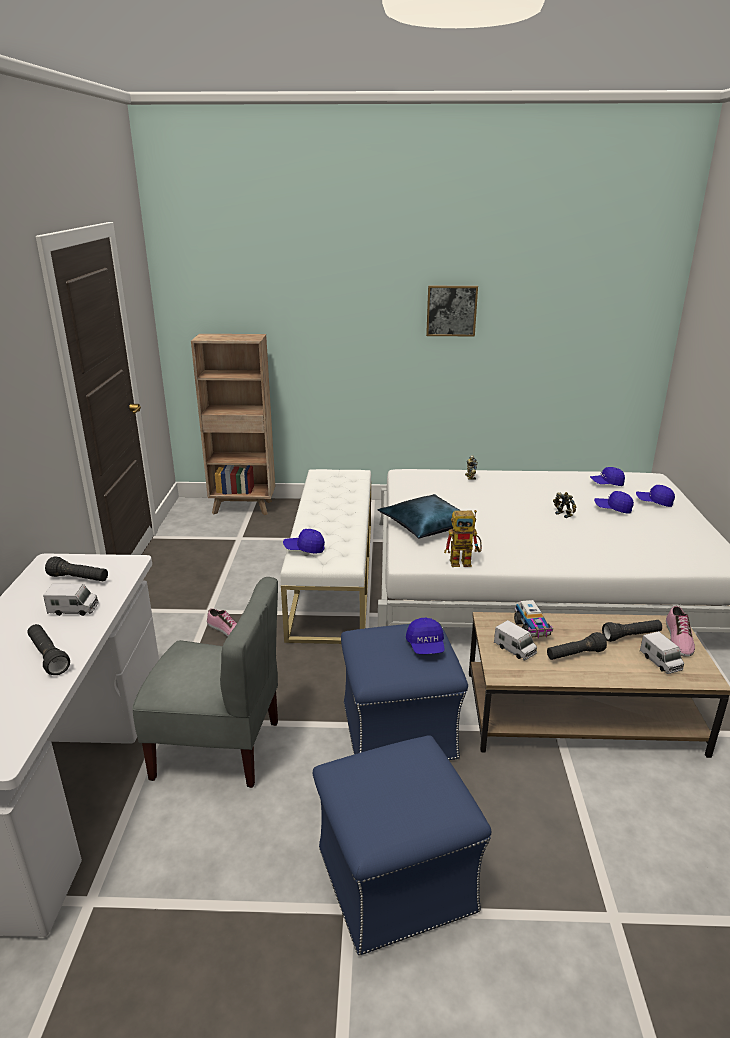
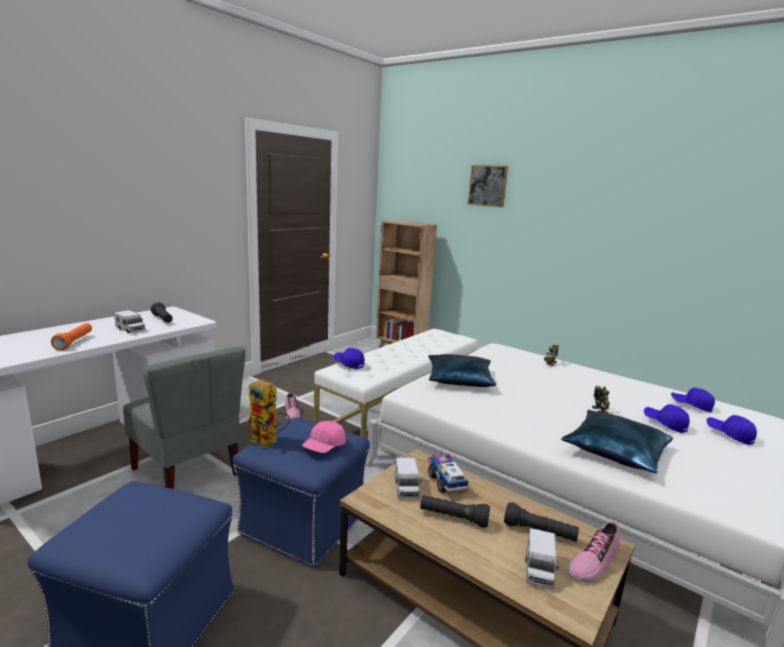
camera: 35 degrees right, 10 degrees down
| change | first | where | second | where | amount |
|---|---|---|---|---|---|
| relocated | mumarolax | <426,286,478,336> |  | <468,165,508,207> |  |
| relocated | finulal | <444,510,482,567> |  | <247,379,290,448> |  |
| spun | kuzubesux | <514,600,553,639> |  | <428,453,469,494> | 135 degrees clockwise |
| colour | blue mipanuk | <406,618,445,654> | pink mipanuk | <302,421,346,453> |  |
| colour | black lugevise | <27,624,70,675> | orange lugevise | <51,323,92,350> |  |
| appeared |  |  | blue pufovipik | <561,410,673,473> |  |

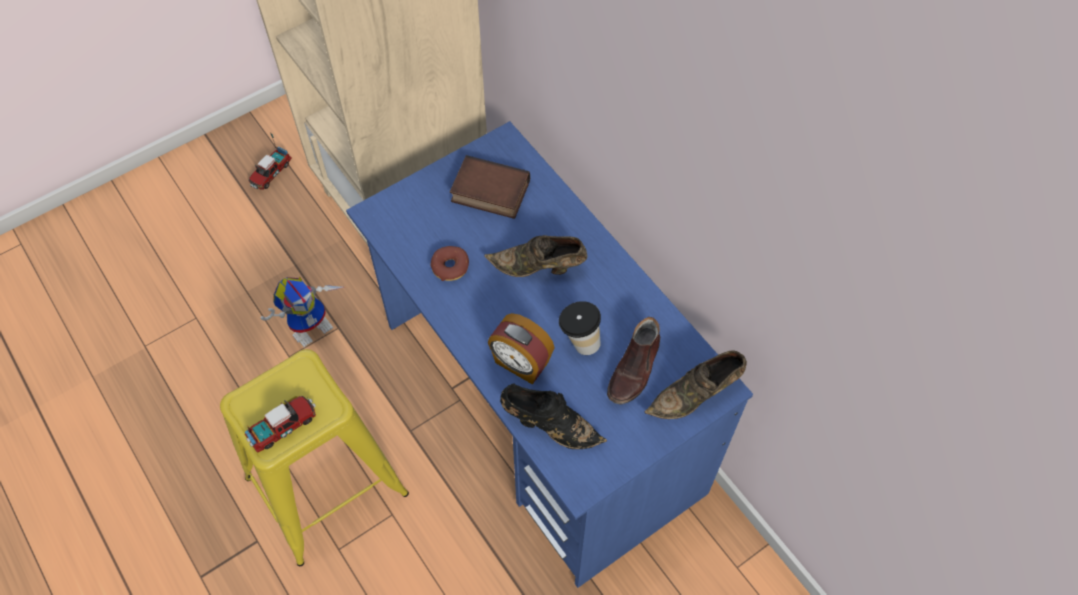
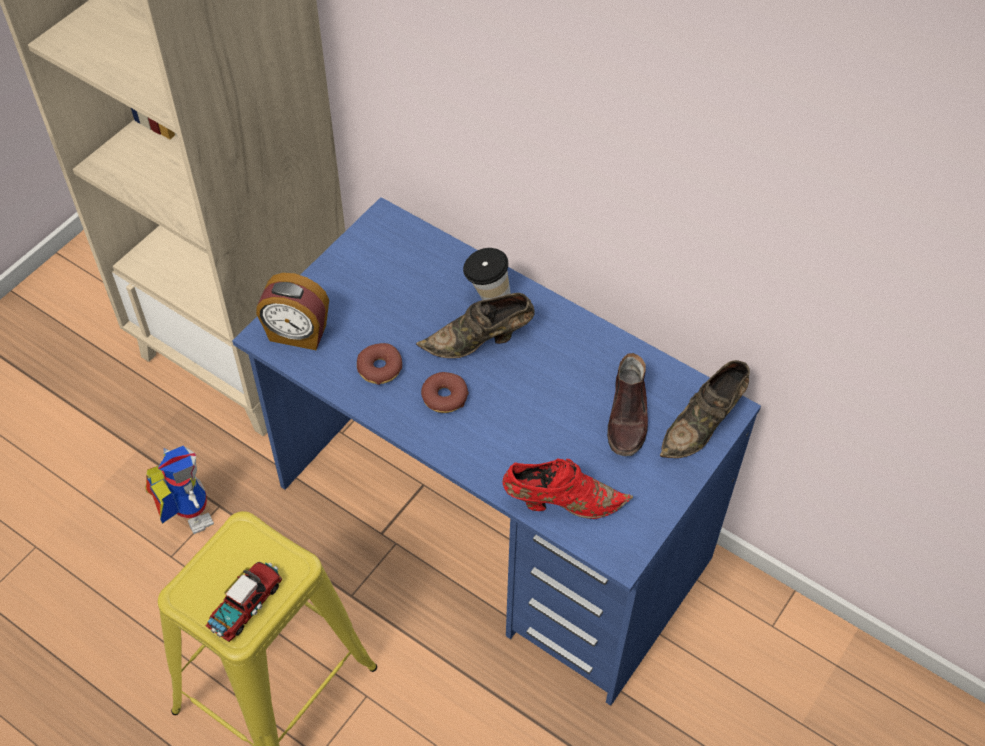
camera: 20 degrees left, 5 degrees down
| change | first | where | second | where | amount |
|---|---|---|---|---|---|
| missing | kuzubesux | <249,132,292,190> |  |  |  |
| missing | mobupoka | <450,155,530,219> |  |  |  |
| spun | finulal | <261,277,344,347> |  | <145,445,214,534> | 60 degrees counterclockwise |
| relocated | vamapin | <559,301,601,355> |  | <463,248,511,300> |  |
| relocated | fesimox | <488,313,555,385> |  | <256,273,329,350> |  |
| colour | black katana | <500,383,607,449> | red katana | <502,458,633,519> |  |
| appeared |  |  | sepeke | <421,372,469,413> |  |

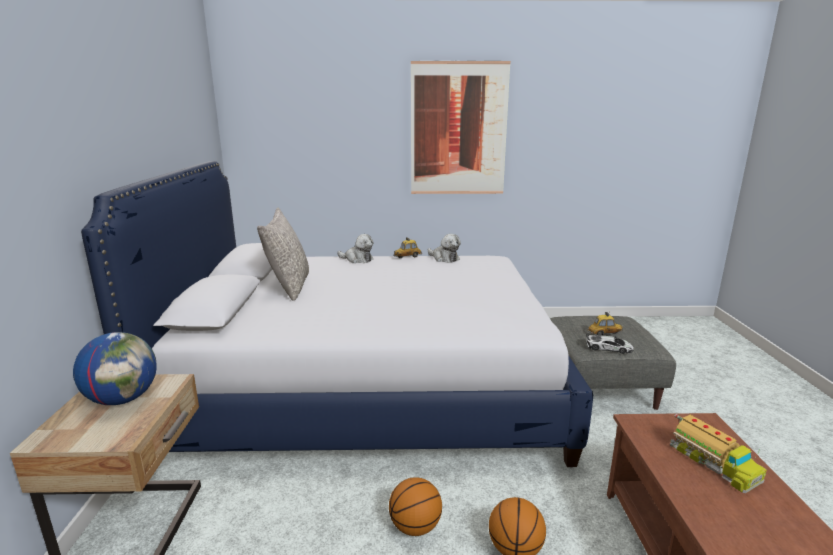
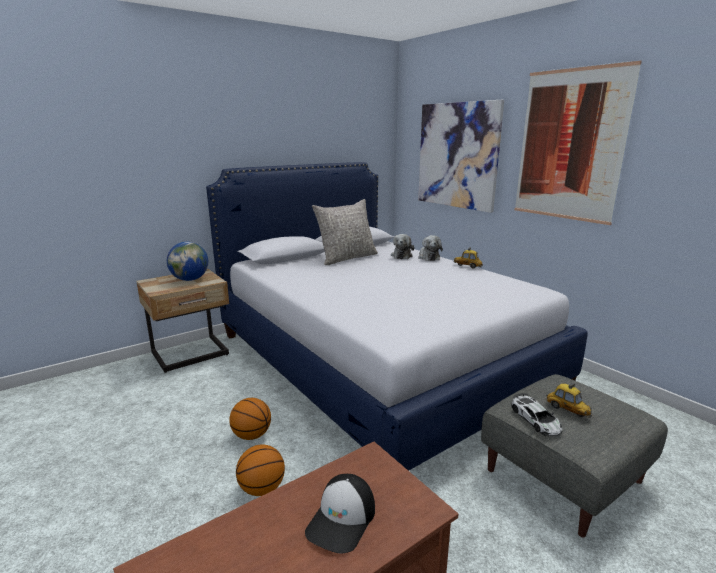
camera: 55 degrees right, 0 degrees up
| change | first | where | second | where | amount |
|---|---|---|---|---|---|
| relocated | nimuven | <428,234,461,263> |  | <391,234,415,259> |  |
| exchanged | kuzubesux | <670,414,767,493> | mipanuk | <305,474,375,553> |  |
| appeared |  |  | mumarolax | <418,100,504,213> |  |

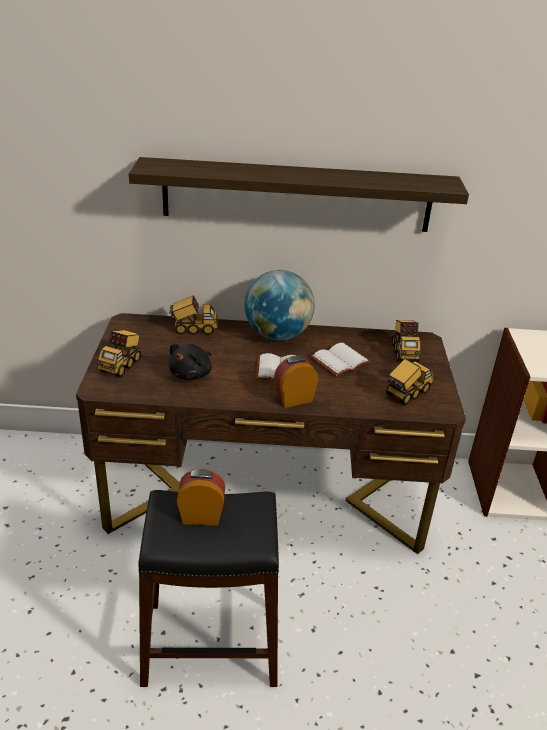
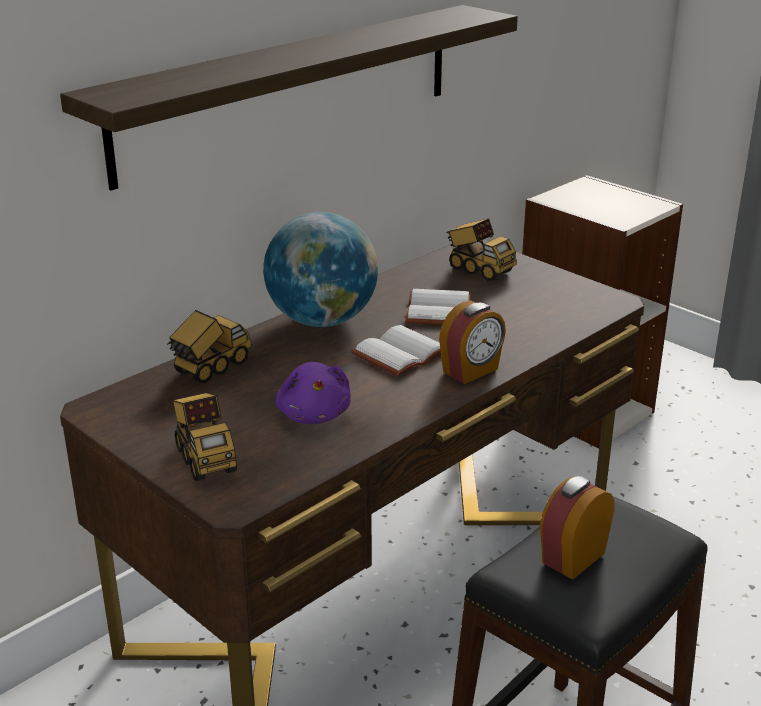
camera: 45 degrees left, 5 degrees down
| change | first | where | second | where | amount |
|---|---|---|---|---|---|
| colour | black nimuven | <168,343,212,380> | purple nimuven | <276,362,351,424> |  |
| spun | fesimox | <274,355,319,408> |  | <439,301,506,384> | 150 degrees counterclockwise |
| missing | kuzubesux | <386,358,434,405> |  |  |  |

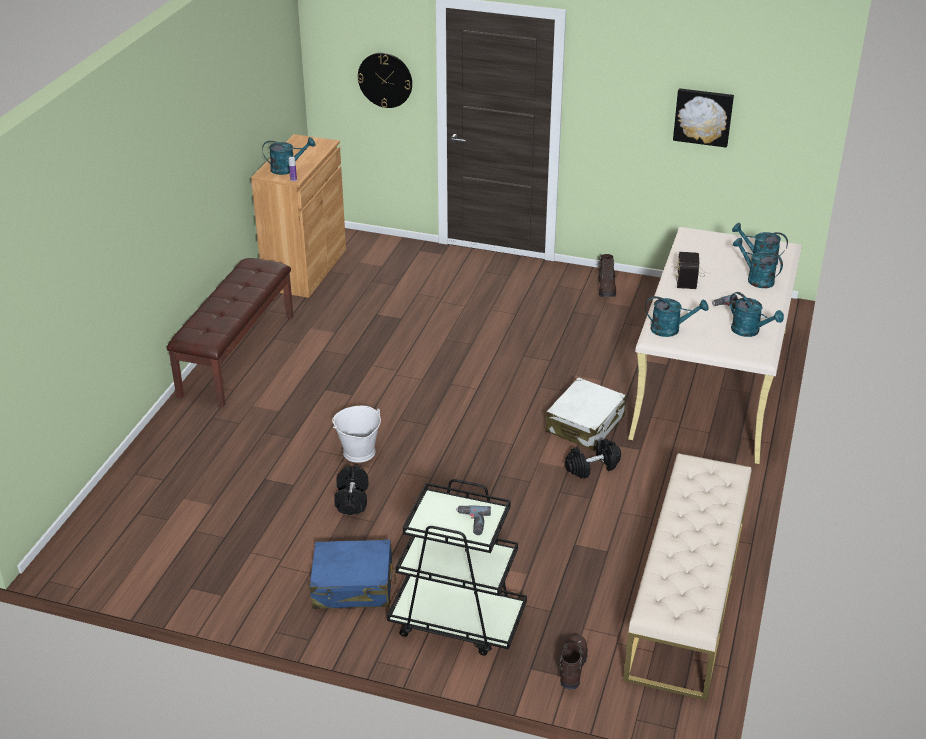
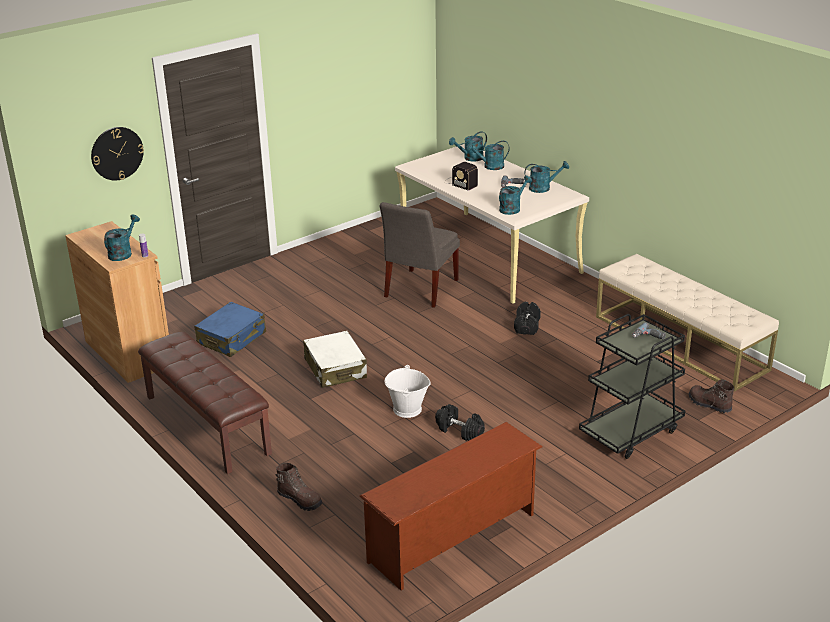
camera: 55 degrees left, 5 degrees down
| change | first | where | second | where | amount |
|---|---|---|---|---|---|
| missing | mumarolax | <673,88,734,148> |  |  |  |
| relocated | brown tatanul | <598,254,616,297> |  | <276,463,322,511> |  |
| relocated | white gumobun | <545,377,626,451> |  | <303,331,367,388> |  |
| relocated | blue gumobun | <309,539,397,609> |  | <194,302,266,357> |  |
| appeared |  |  | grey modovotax | <379,202,460,308> |  |
| appeared |  |  | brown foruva | <359,422,543,590> |  |

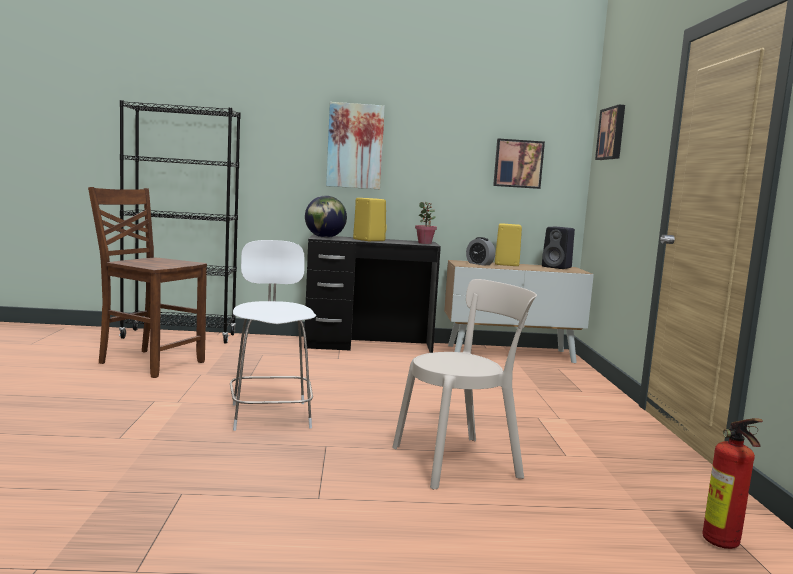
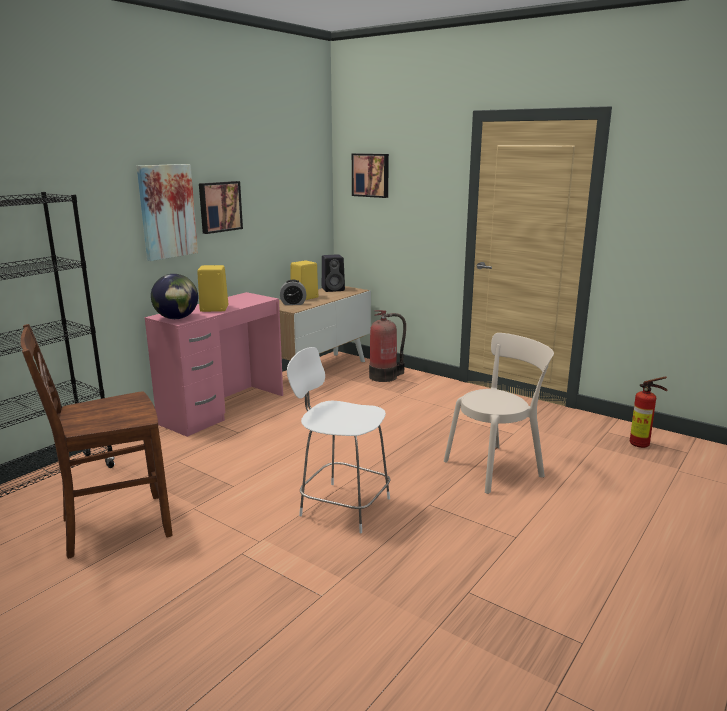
camera: 50 degrees left, 10 degrees up
| change | first | where | second | where | amount |
|---|---|---|---|---|---|
| relocated | mumarolax | <493,138,545,189> |  | <199,181,243,234> |  |
| missing | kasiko | <415,202,437,244> |  |  |  |
| colour | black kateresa | <304,235,441,353> | pink kateresa | <145,292,283,437> |  |
| spun | beige modovotax | <392,279,537,489> |  | <444,333,554,494> | 45 degrees clockwise |
| appeared |  |  | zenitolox | <369,310,406,382> |  |

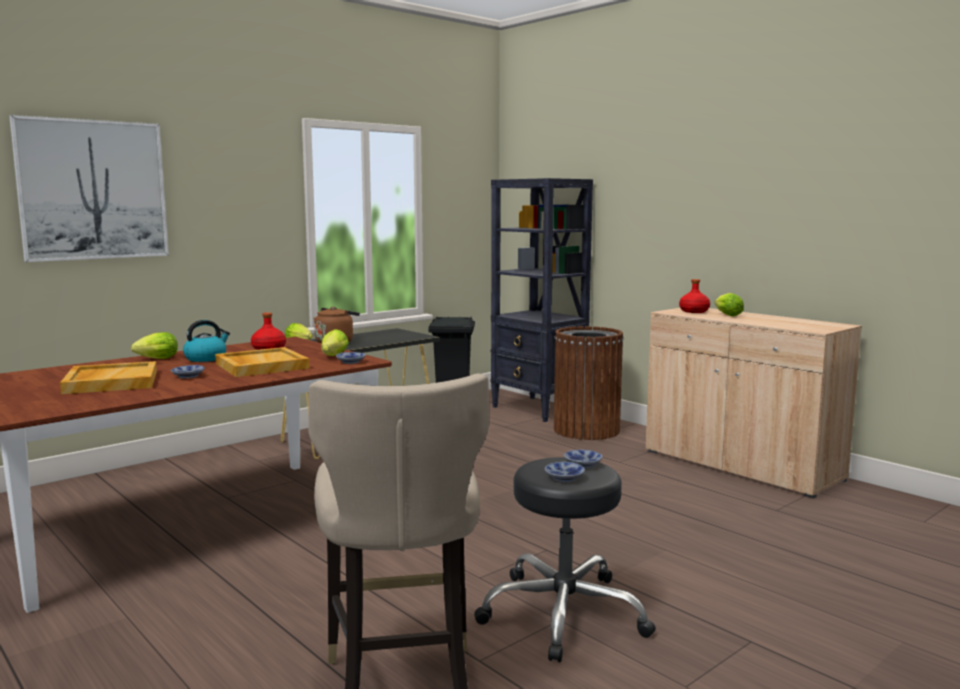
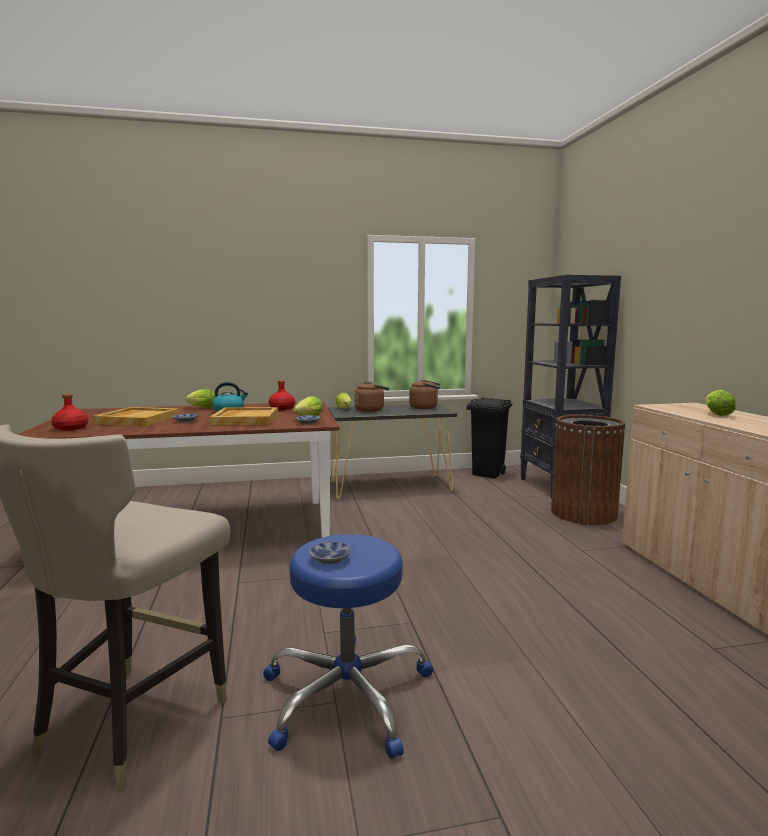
camera: 30 degrees right, 0 degrees up
| change | first | where | second | where | amount |
|---|---|---|---|---|---|
| missing | mumarolax | <9,115,169,262> |  |  |  |
| relocated | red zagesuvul | <679,279,710,313> |  | <51,394,88,431> |  |
| missing | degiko | <564,450,602,468> |  |  |  |
| colour | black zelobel | <474,457,656,662> | blue zelobel | <263,534,433,759> |  |
| appeared |  |  | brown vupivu | <409,380,440,409> |  |

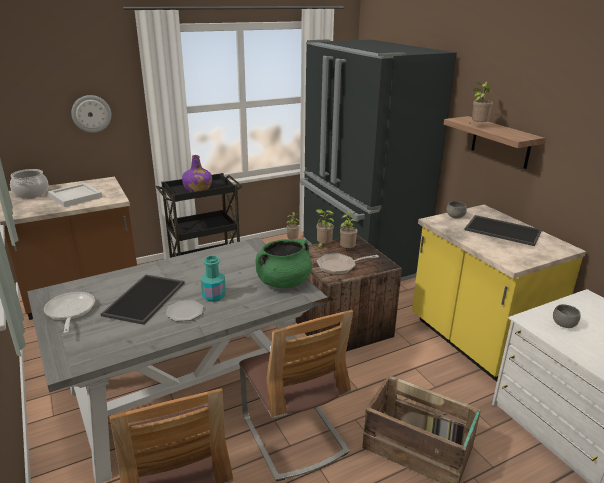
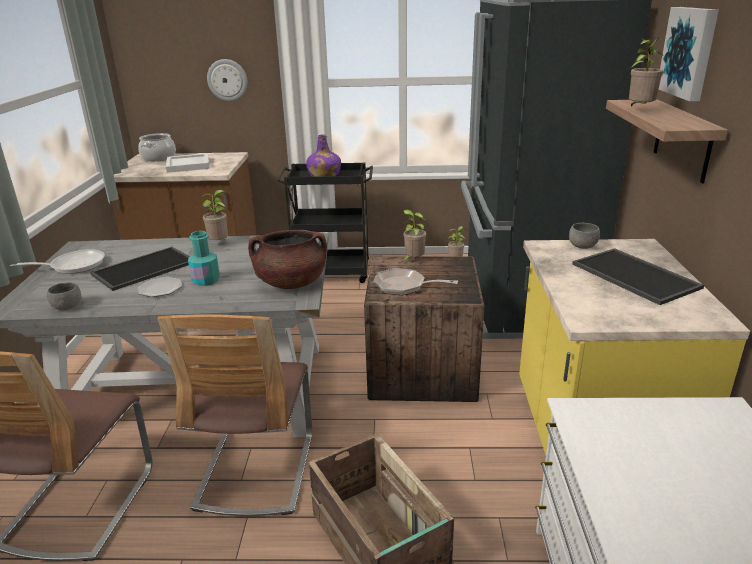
camera: 30 degrees right, 0 degrees up
| change | first | where | second | where | amount |
|---|---|---|---|---|---|
| relocated | kasiko | <340,210,358,248> |  | <201,190,228,240> |  |
| colour | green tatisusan | <256,239,312,288> | brown tatisusan | <248,230,327,289> |  |
| spun | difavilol | <44,292,95,334> |  | <10,249,105,274> | 60 degrees clockwise |
| relocated | grey degiko | <553,304,581,328> |  | <47,282,81,310> |  |
| appeared |  |  | mumarolax | <659,7,719,101> |  |

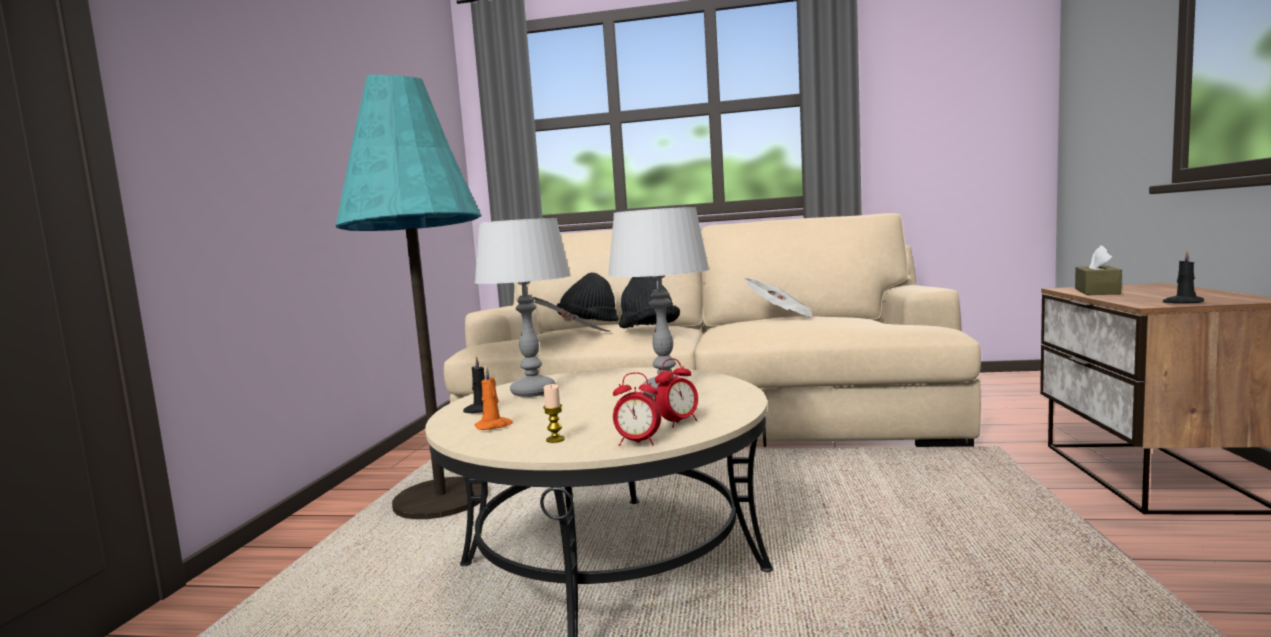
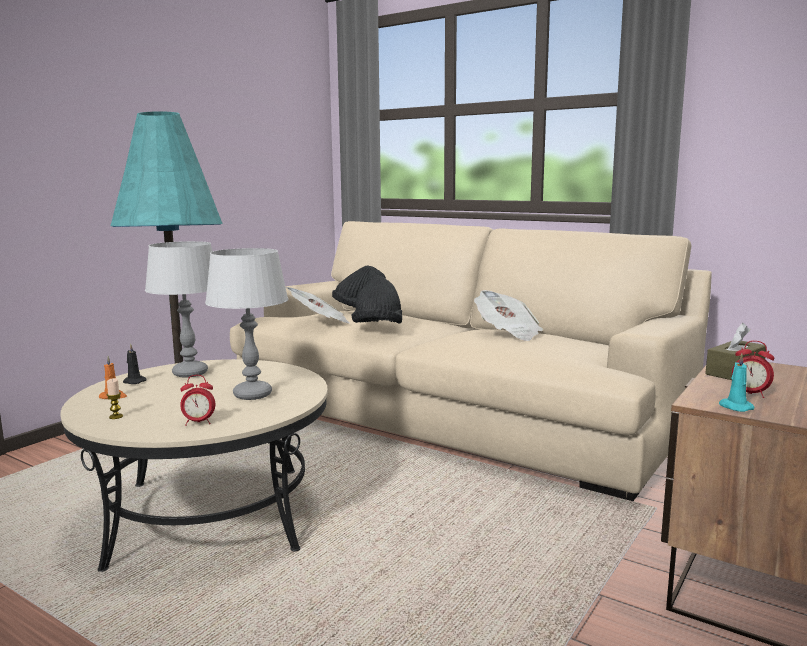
camera: 25 degrees right, 5 degrees up
| change | first | where | second | where | amount |
|---|---|---|---|---|---|
| colour | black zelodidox | <1162,251,1204,303> | turquoise zelodidox | <719,353,754,412> |  |
| relocated | fesimox | <613,372,661,446> |  | <732,341,774,398> |  |

